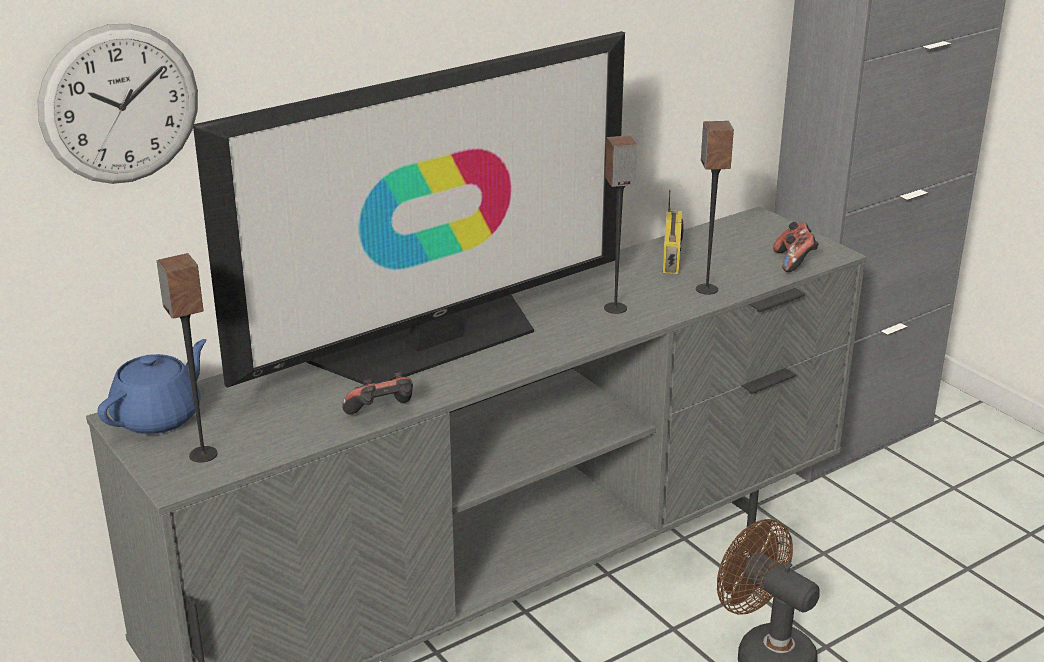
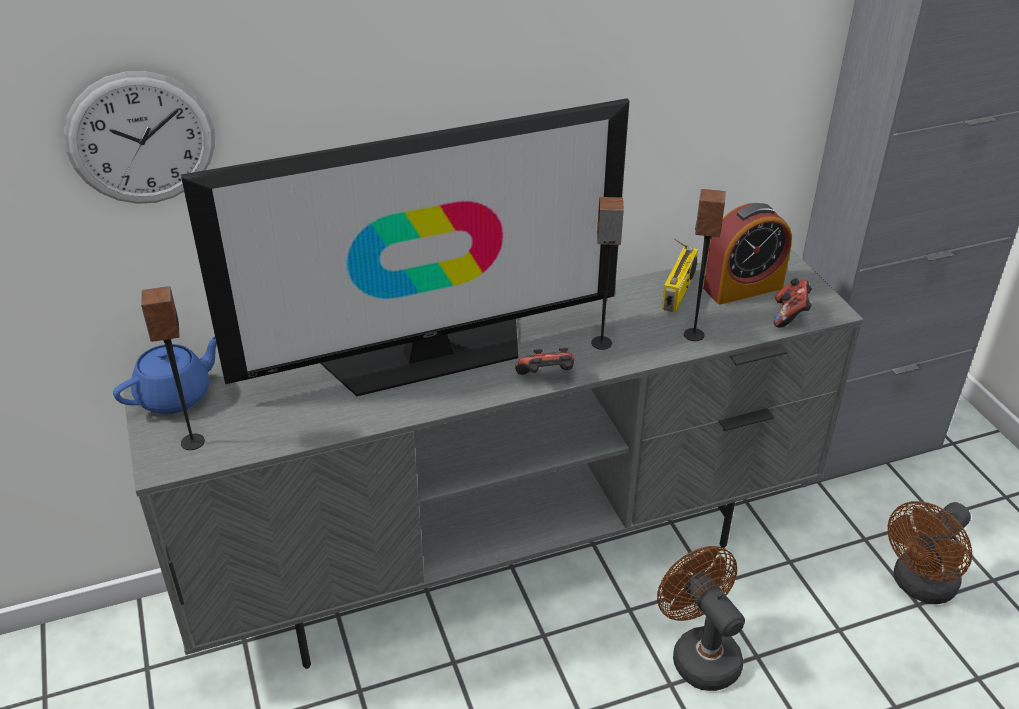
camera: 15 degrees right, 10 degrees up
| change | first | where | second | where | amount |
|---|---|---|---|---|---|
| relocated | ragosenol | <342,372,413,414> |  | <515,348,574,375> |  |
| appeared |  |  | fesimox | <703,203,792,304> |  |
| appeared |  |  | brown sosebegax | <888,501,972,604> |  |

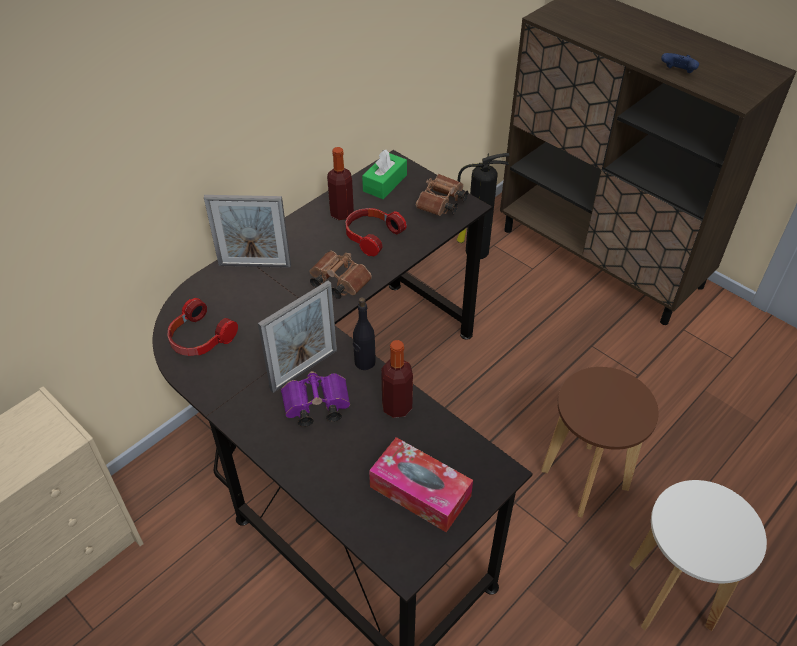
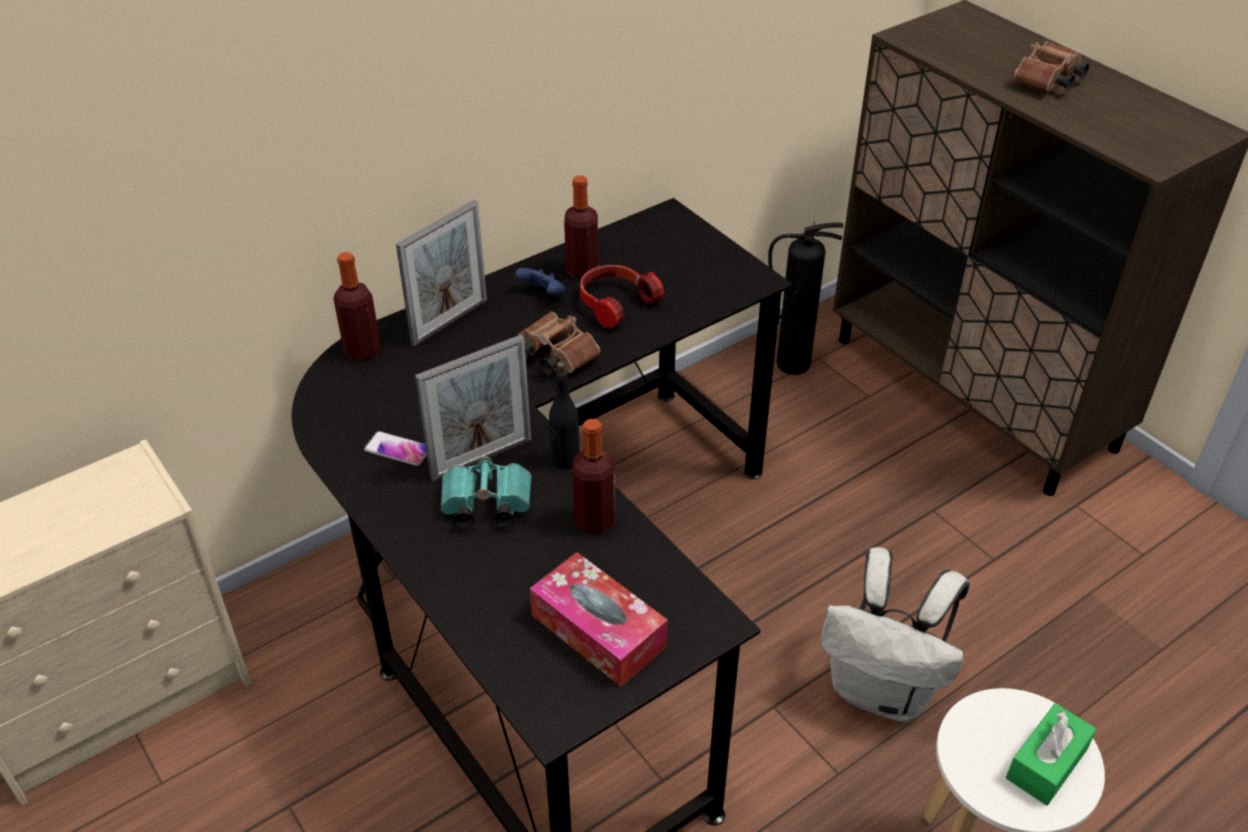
camera: 10 degrees right, 5 degrees down
| change | first | where | second | where | amount |
|---|---|---|---|---|---|
| relocated | blue ragosenol | <661,53,699,73> |  | <515,268,565,297> |  |
| relocated | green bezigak | <362,150,407,199> |  | <1006,703,1097,806> |  |
| relocated | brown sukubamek | <416,174,468,216> |  | <1013,41,1089,92> |  |
| spun | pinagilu | <204,195,291,268> |  | <396,200,487,347> | 60 degrees counterclockwise |
| missing | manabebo | <167,298,238,356> |  |  |  |
| exchanged | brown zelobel | <541,367,659,518> | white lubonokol | <820,547,970,722> |  |
| colour | purple sukubamek | <281,371,350,427> | turquoise sukubamek | <440,456,532,528> |  |
| appeared |  |  | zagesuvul | <333,252,381,360> |  |
| appeared |  |  | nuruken | <364,431,427,466> |  |

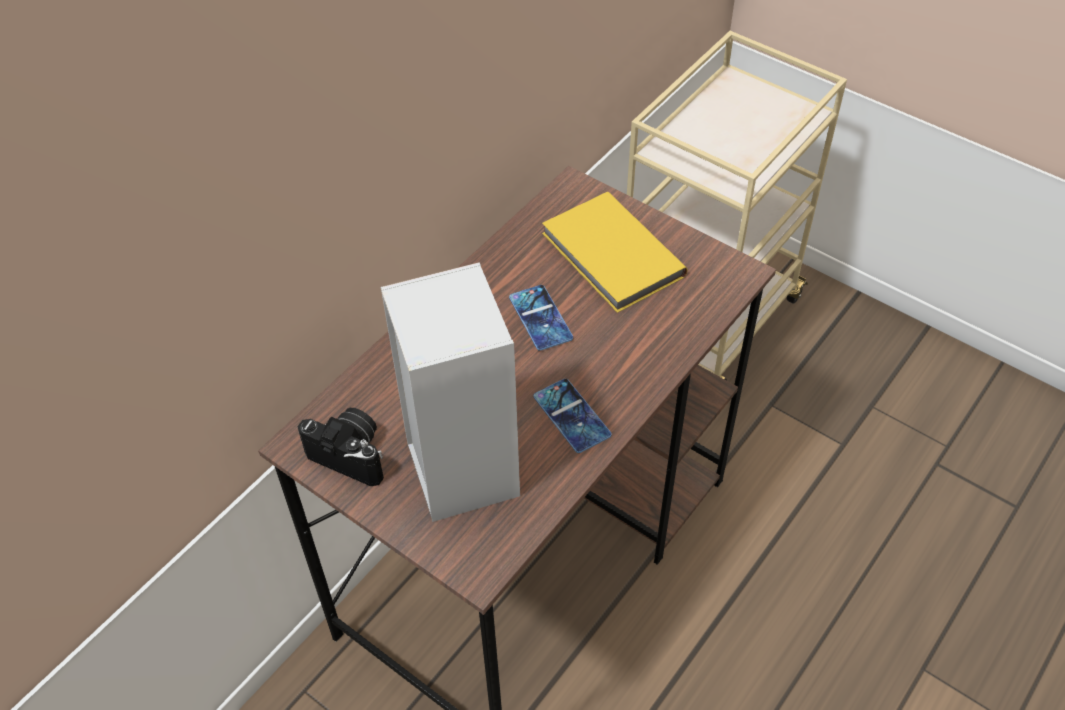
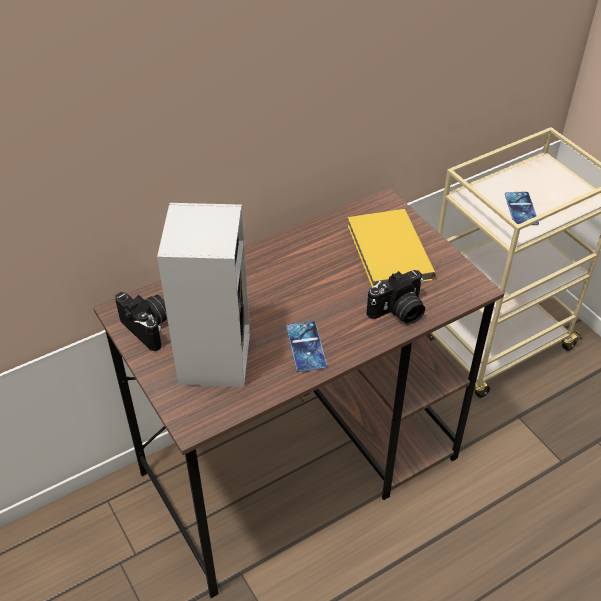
camera: 20 degrees right, 5 degrees down
| change | first | where | second | where | amount |
|---|---|---|---|---|---|
| relocated | nuruken | <509,285,573,351> |  | <505,192,539,225> |  |
| appeared |  |  | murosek | <366,270,425,325> |  |

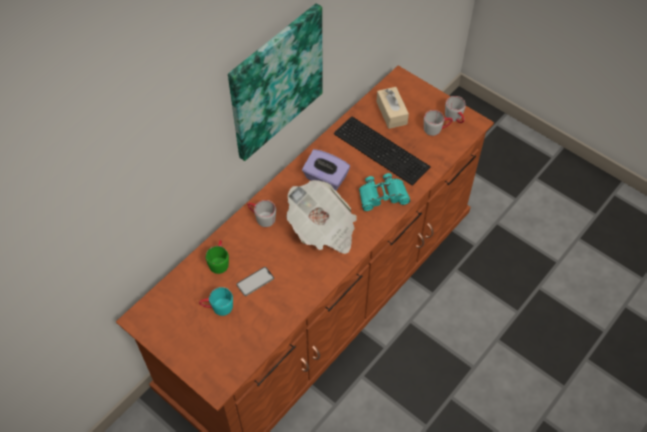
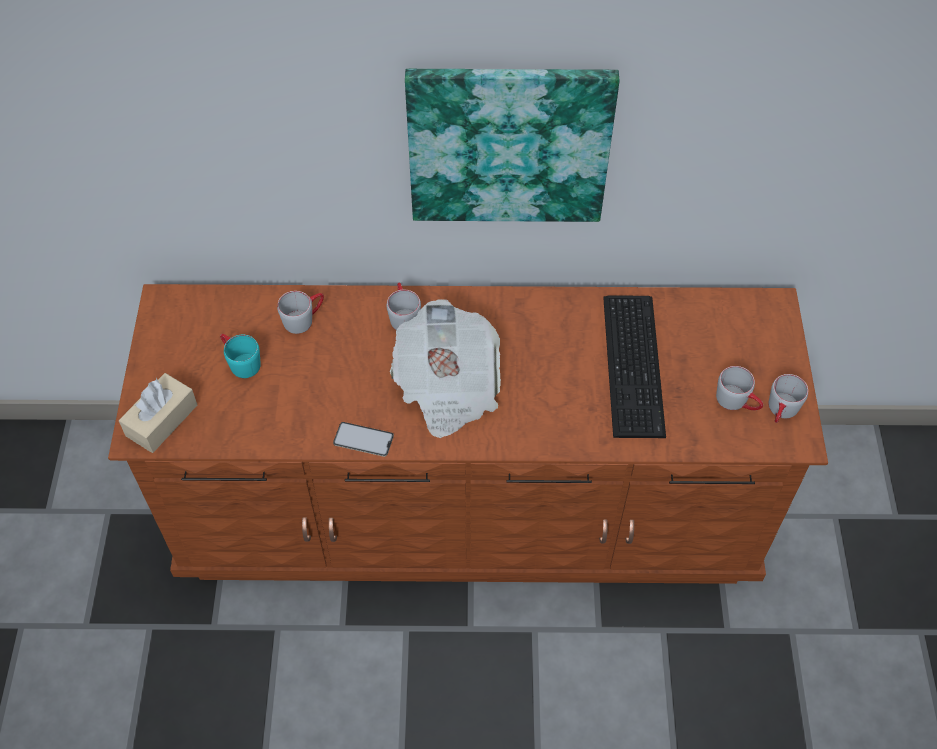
camera: 50 degrees right, 0 degrees up
| change | first | where | second | where | amount |
|---|---|---|---|---|---|
| relocated | beige bezigak | <376,87,409,129> |  | <119,373,197,453> |  |
| missing | purple bezigak | <302,149,350,191> |  |  |  |
| missing | turquoise sukubamek | <359,173,410,211> |  |  |  |
| colour | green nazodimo | <206,240,229,274> | grey nazodimo | <277,291,324,334> |  |
| relocated | nuruken | <236,267,274,296> |  | <333,422,394,457> |  |

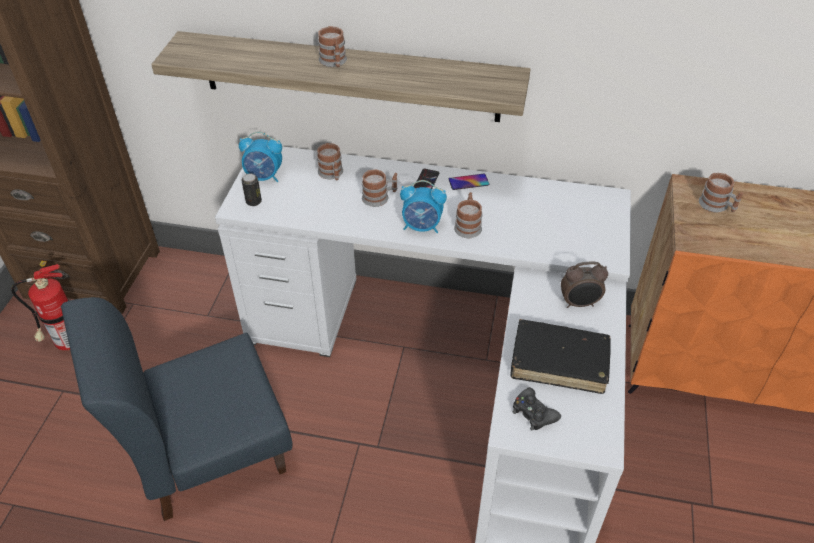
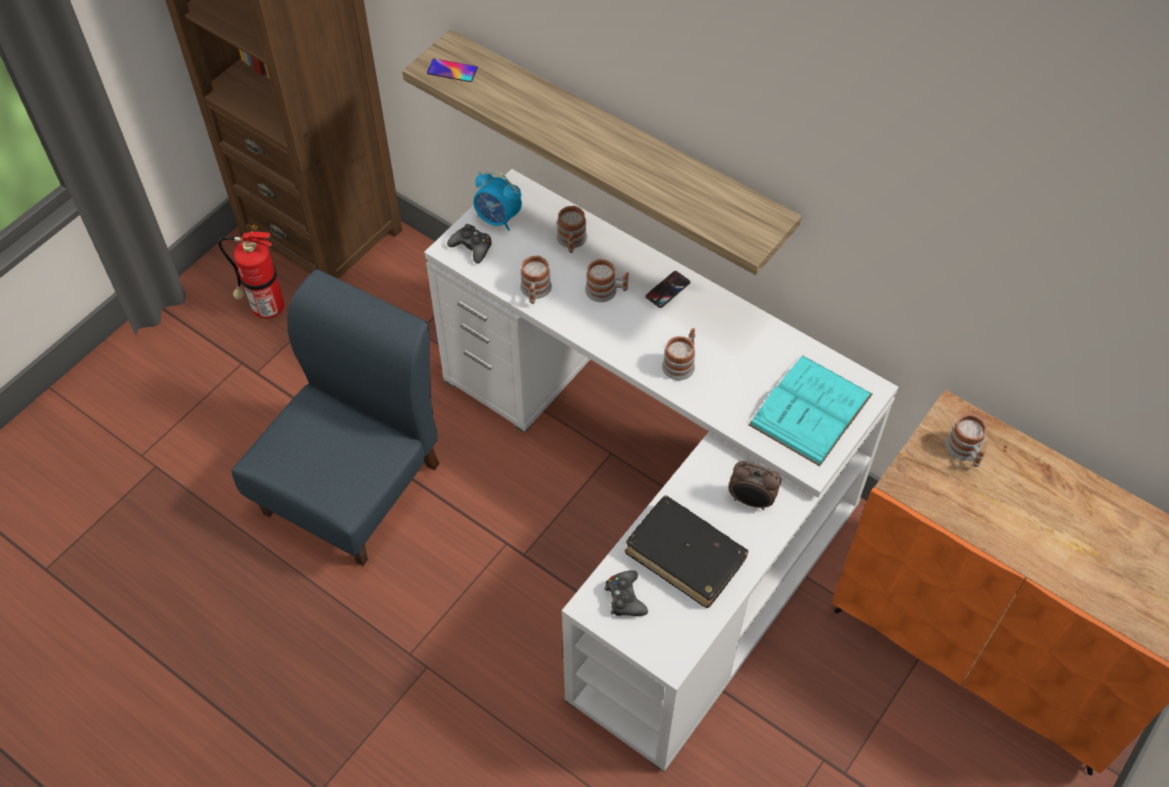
camera: 25 degrees right, 10 degrees up
| change | first | where | second | where | amount |
|---|---|---|---|---|---|
| relocated | nazodimo | <318,26,347,67> |  | <520,255,552,304> |  |
| exchanged | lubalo | <242,174,262,206> | black ragosenol | <447,224,492,264> |  |
| relocated | nuruken | <449,174,489,190> |  | <427,59,478,82> |  |
| missing | fesimox | <400,180,447,233> |  |  |  |
| spun | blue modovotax | <61,297,293,521> |  | <232,269,440,566> | 120 degrees clockwise |
| appeared |  |  | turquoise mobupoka | <749,355,872,466> |  |

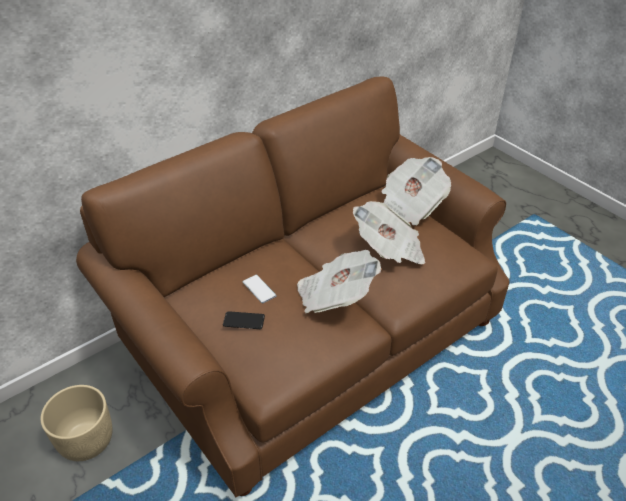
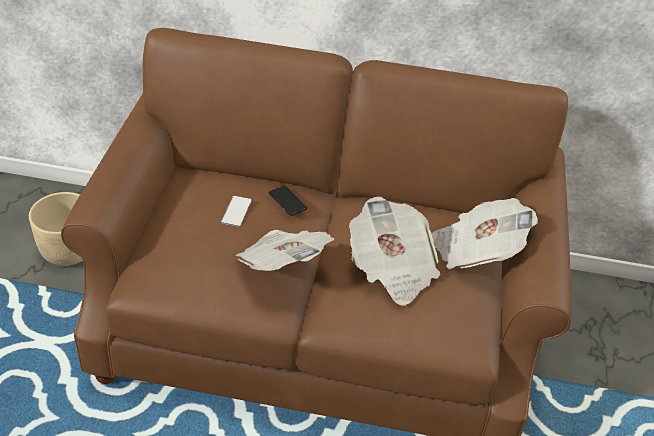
camera: 45 degrees right, 0 degrees up
| change | first | where | second | where | amount |
|---|---|---|---|---|---|
| relocated | nuruken | <223,311,265,329> |  | <268,186,307,216> |  |

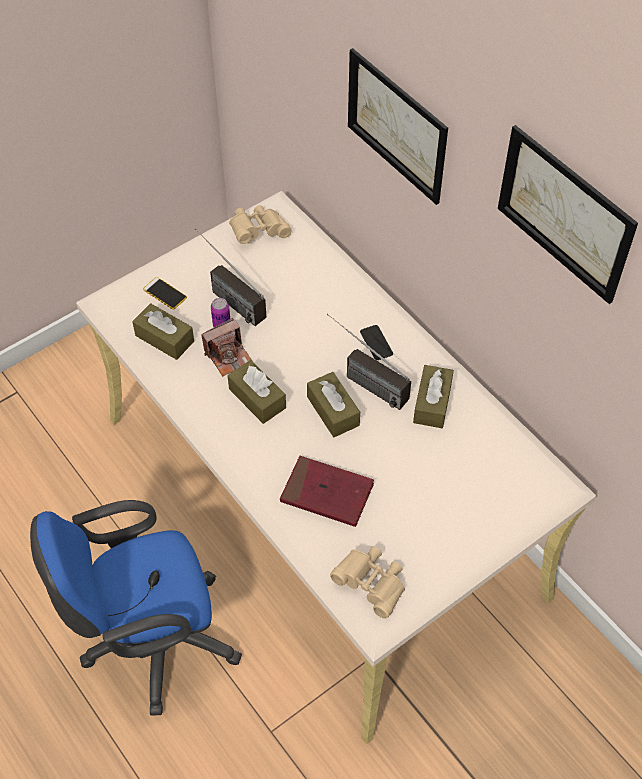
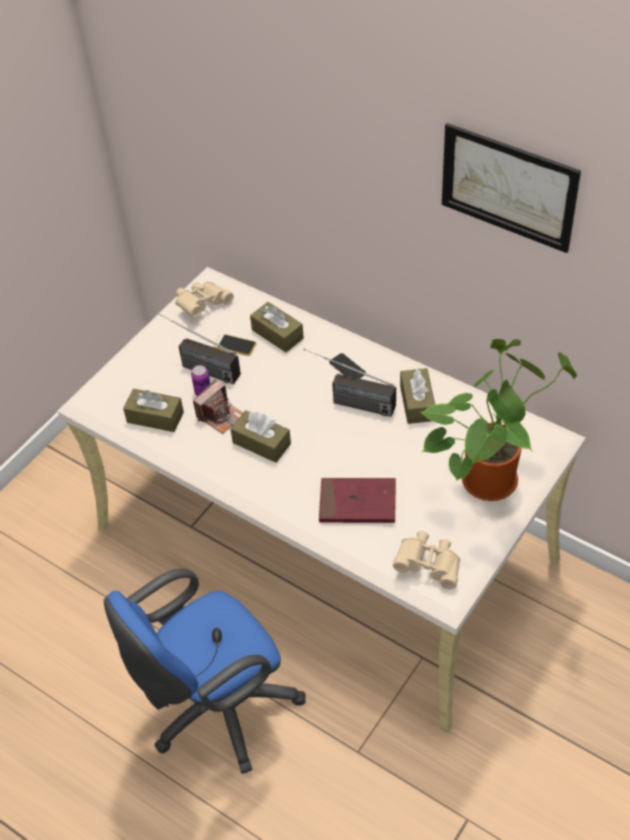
camera: 15 degrees left, 5 degrees down
| change | first | where | second | where | amount |
|---|---|---|---|---|---|
| missing | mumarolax | <348,48,448,205> |  |  |  |
| relocated | nuruken | <143,277,187,310> |  | <214,334,257,356> |  |
| relocated | brown bezigak | <307,372,360,437> |  | <250,302,304,353> |  |
| appeared |  |  | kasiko | <420,339,577,501> |  |

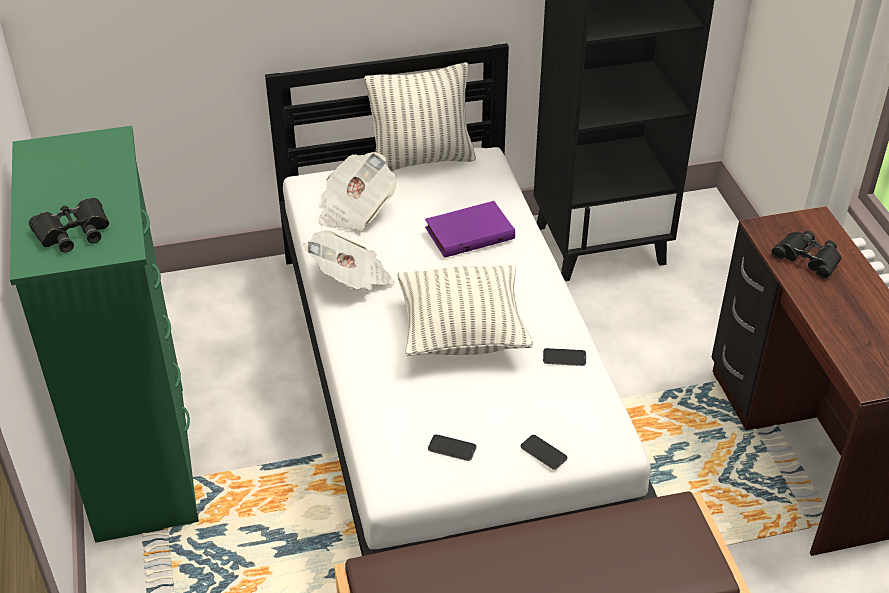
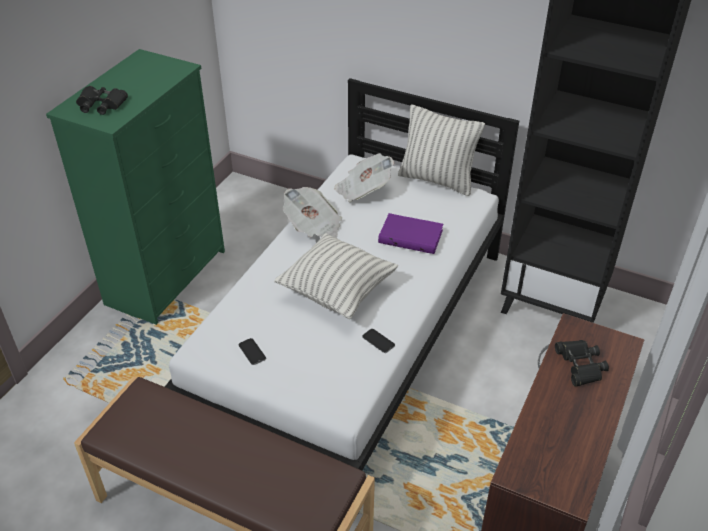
camera: 40 degrees right, 0 degrees up
| change | first | where | second | where | amount |
|---|---|---|---|---|---|
| missing | nuruken | <520,435,568,470> |  |  |  |

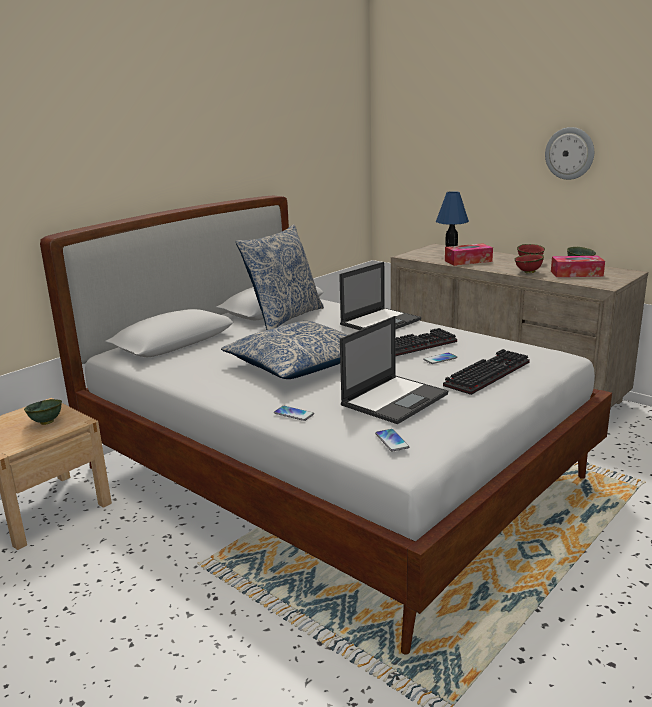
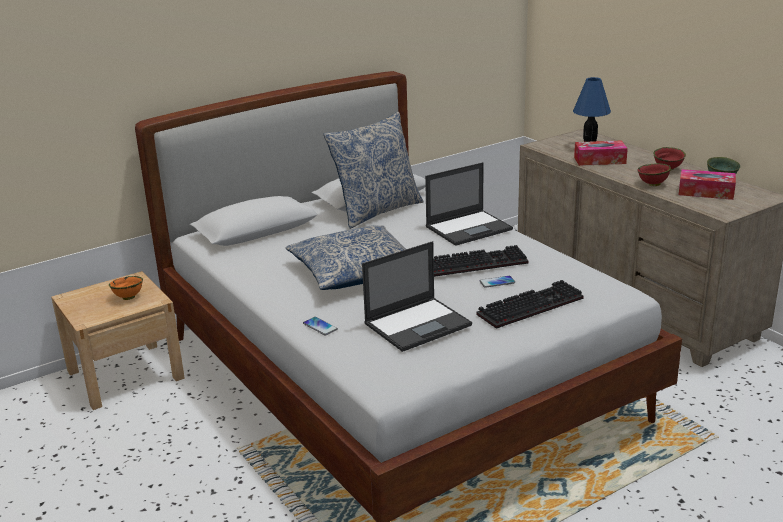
camera: 15 degrees right, 5 degrees up
| change | first | where | second | where | amount |
|---|---|---|---|---|---|
| missing | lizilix | <545,127,594,180> |  |  |  |
| colour | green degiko | <24,399,62,425> | orange degiko | <109,276,143,300> |  |
| missing | nuruken | <375,429,409,451> |  |  |  |

